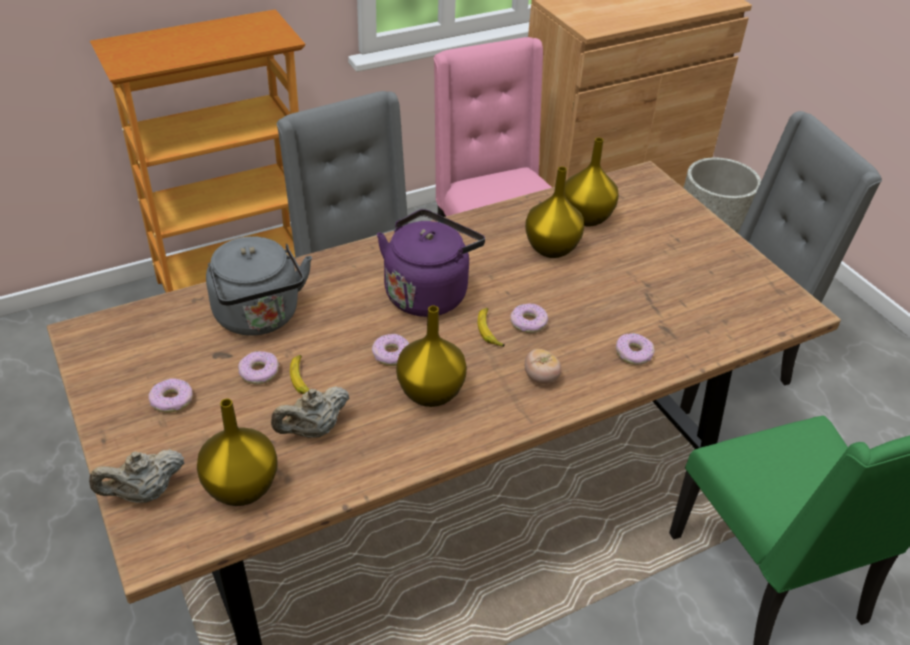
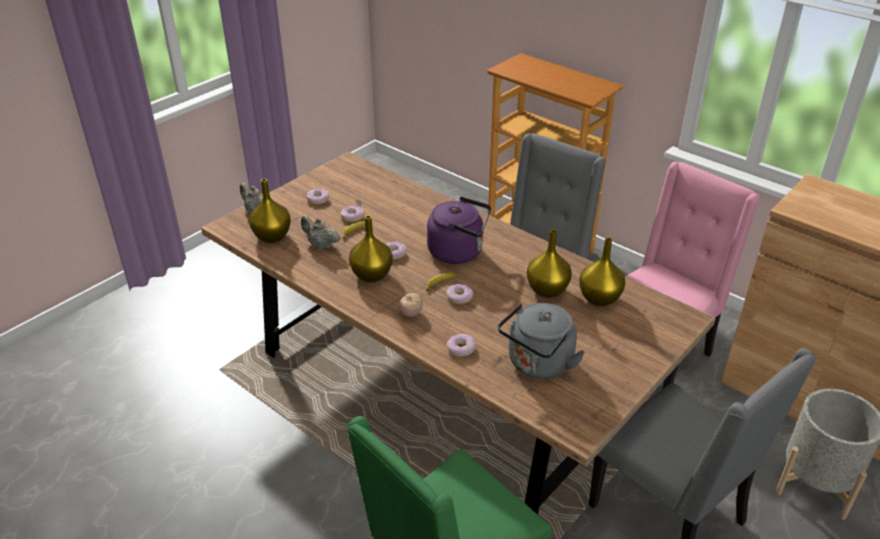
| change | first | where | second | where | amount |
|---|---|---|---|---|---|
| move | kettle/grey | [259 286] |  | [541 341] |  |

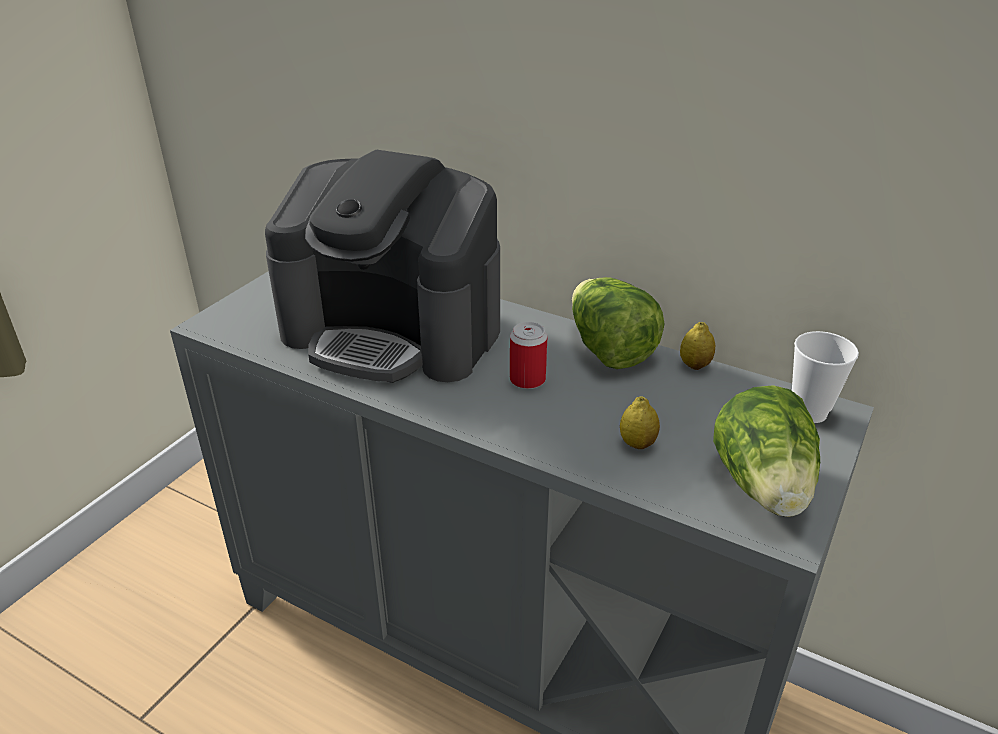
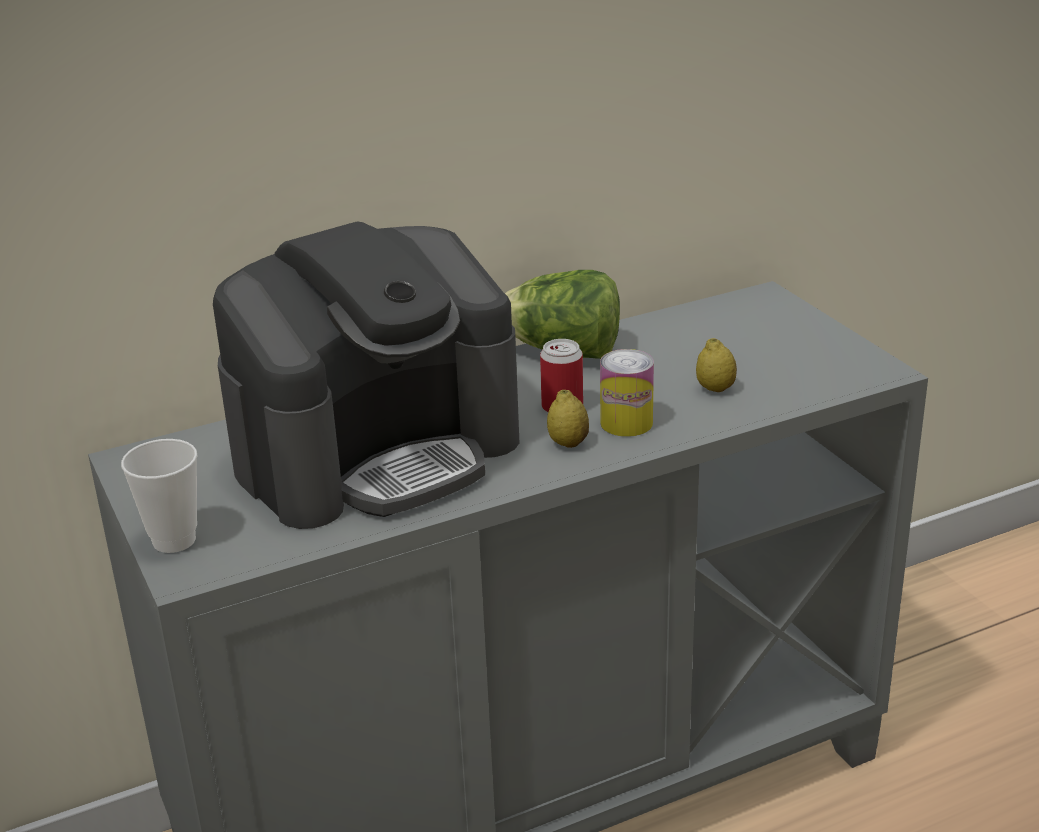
| change | first | where | second | where | amount |
|---|---|---|---|---|---|
| move | lemon | [697 346] |  | [568 419] |  |
| delete | lettuce | [766 451] |  |  |  |
| move | cup | [825 377] |  | [159 496] |  |
| insert |  |  | can | [627 393] |  |

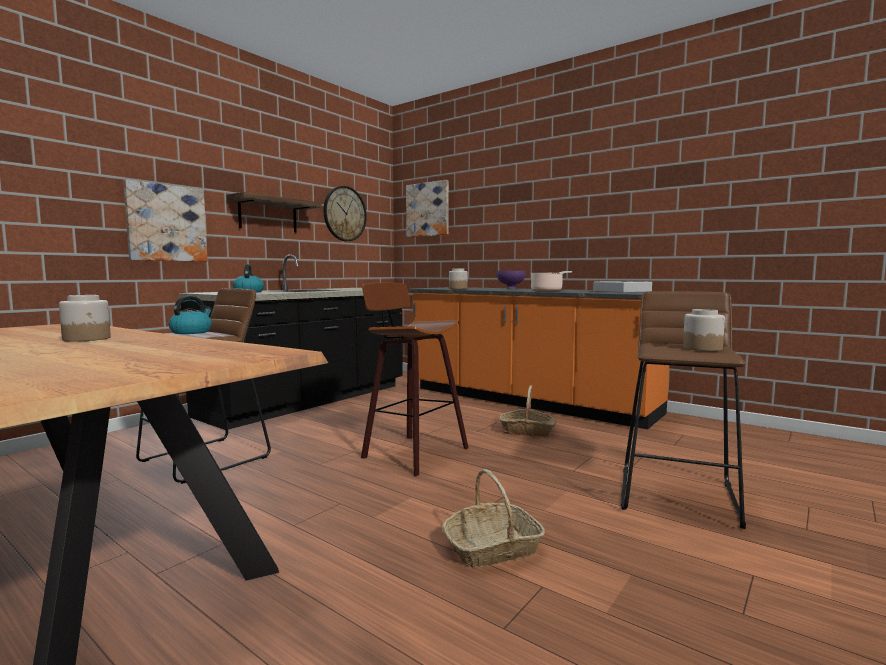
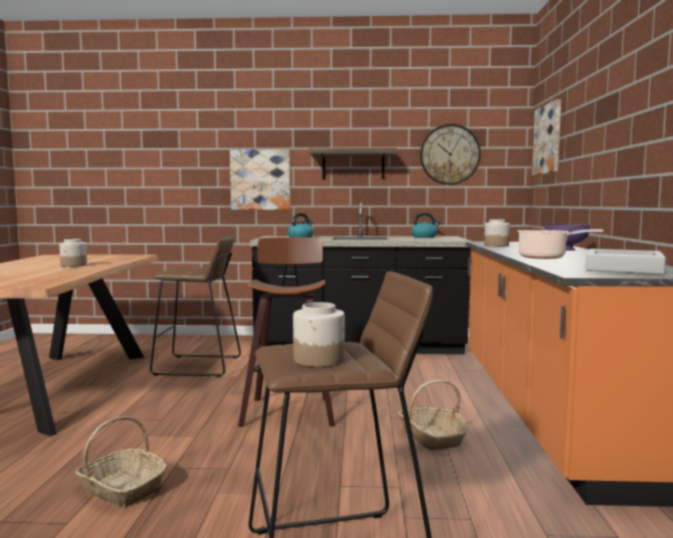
| change | first | where | second | where | amount |
|---|---|---|---|---|---|
| move | kettle | [190 315] |  | [425 225] |  |

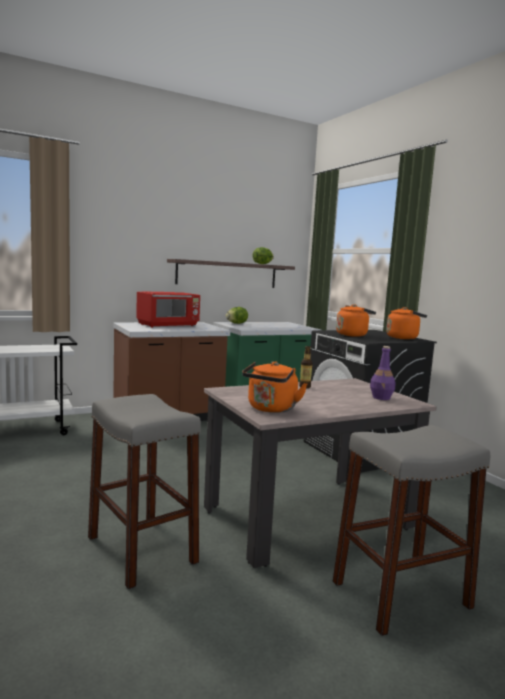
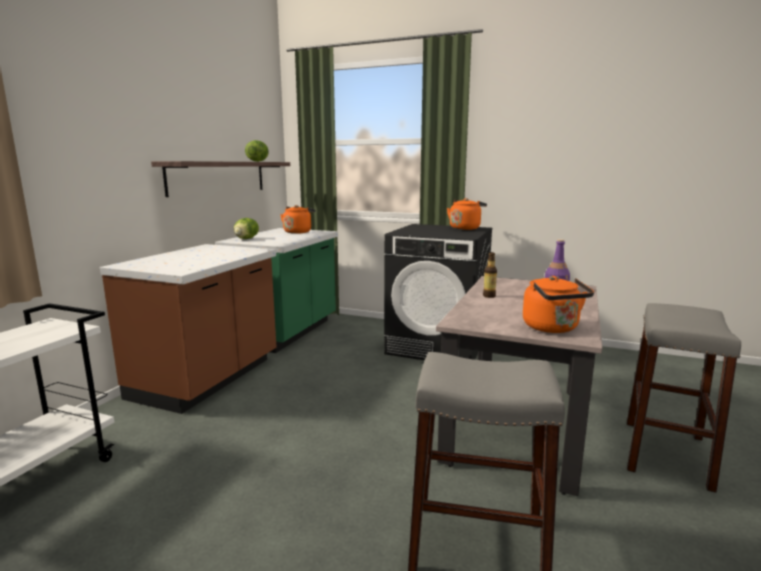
| change | first | where | second | where | amount |
|---|---|---|---|---|---|
| delete | microwave/red | [168 309] |  |  |  |
| move | kettle/orange | [356 320] |  | [298 219] |  |

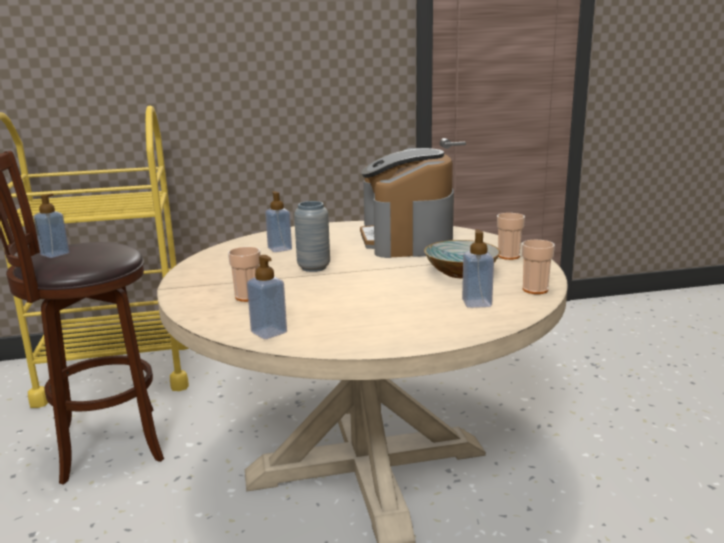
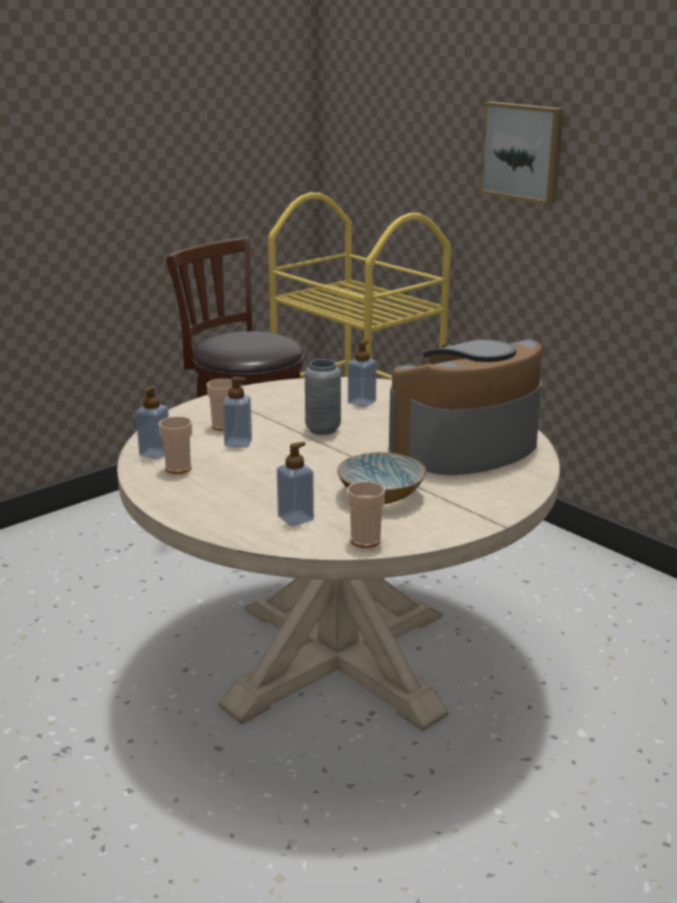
| change | first | where | second | where | amount |
|---|---|---|---|---|---|
| move | soap dispenser | [51 226] |  | [237 412] |  |
| move | cup | [511 236] |  | [175 445] |  |
| insert |  |  | picture | [521 153] |  |

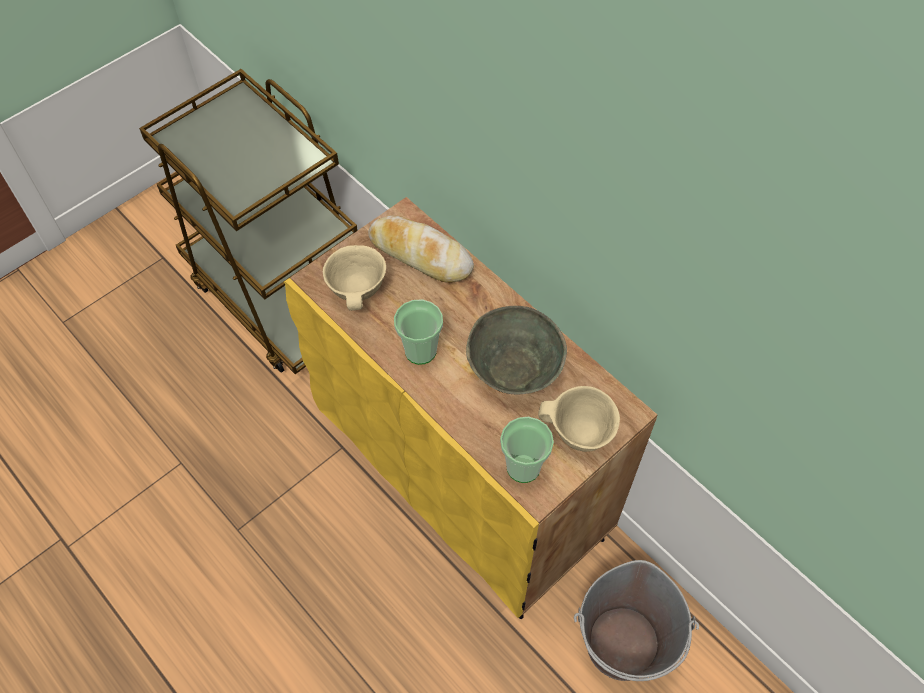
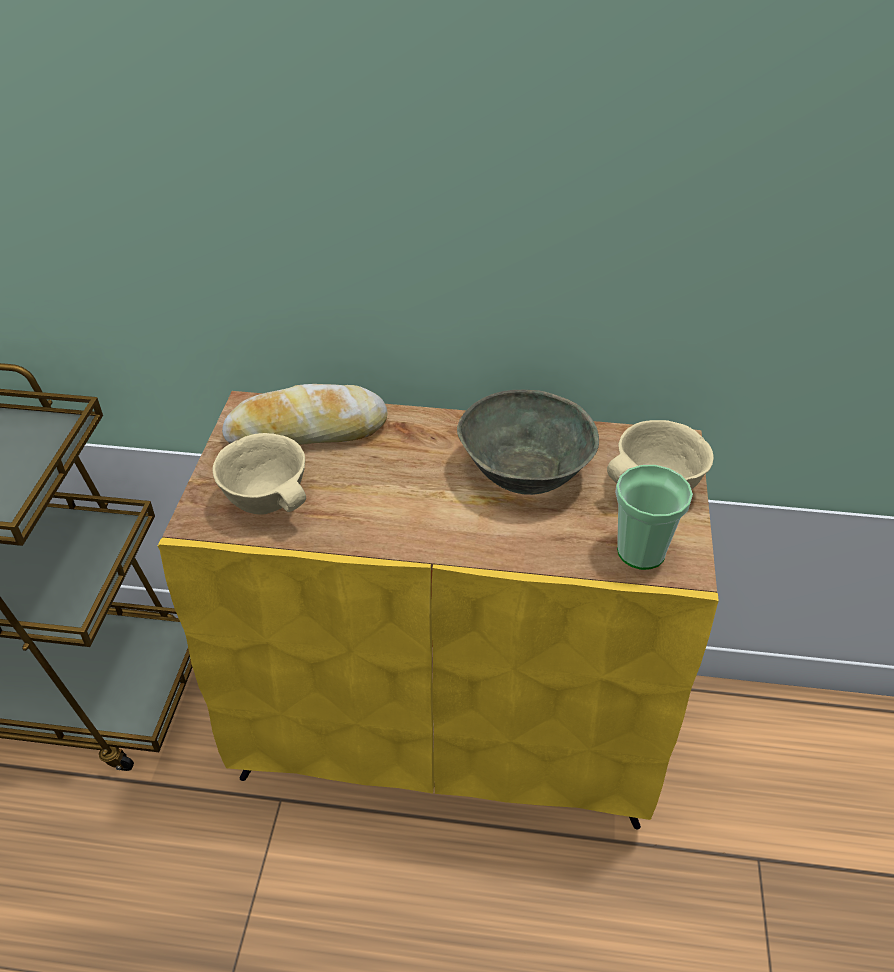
| change | first | where | second | where | amount |
|---|---|---|---|---|---|
| delete | cup | [418 332] |  |  |  |
| delete | bucket/grey | [636 620] |  |  |  |

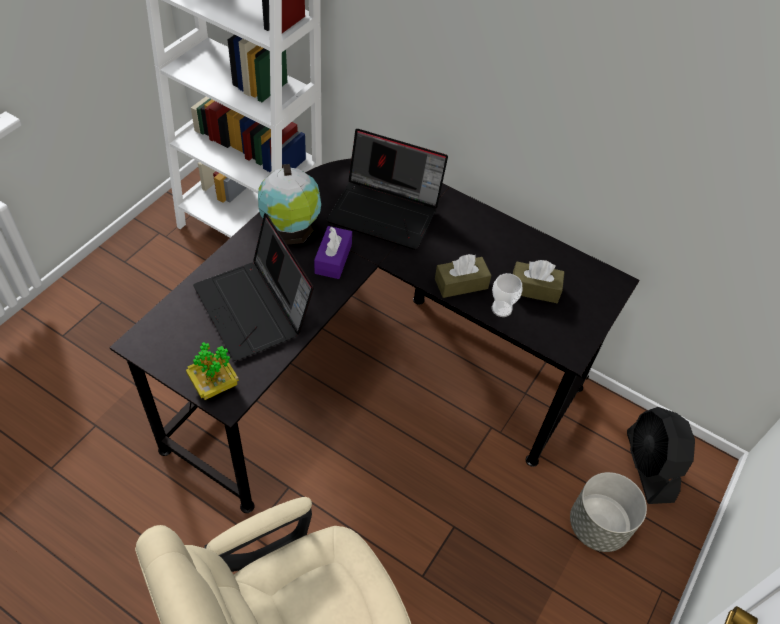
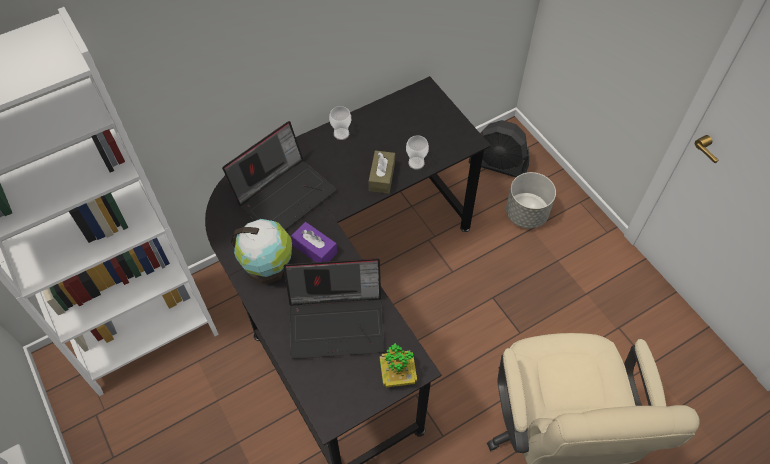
| change | first | where | second | where | amount |
|---|---|---|---|---|---|
| delete | tissue box/brown | [539 281] |  |  |  |
| insert |  |  | cup | [340 123] |  |

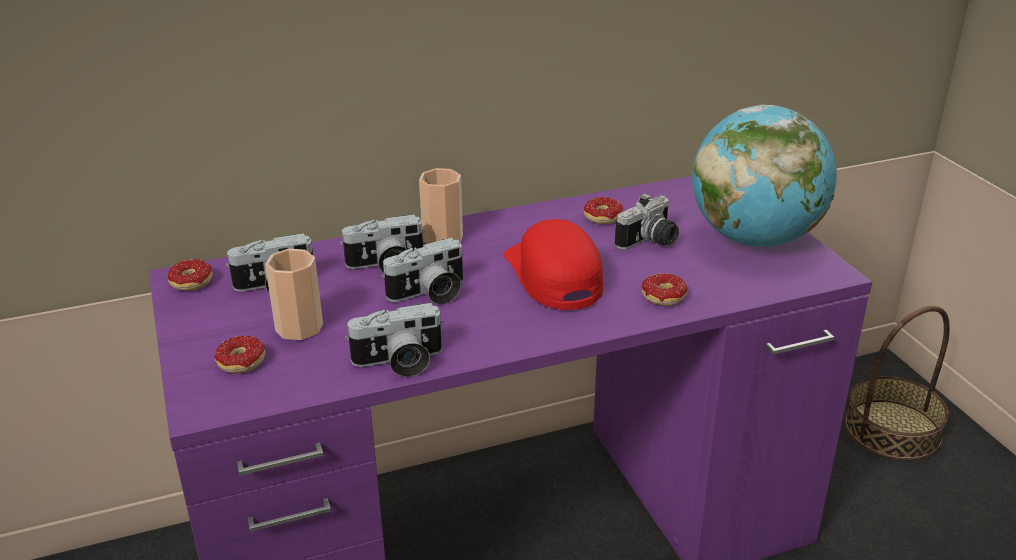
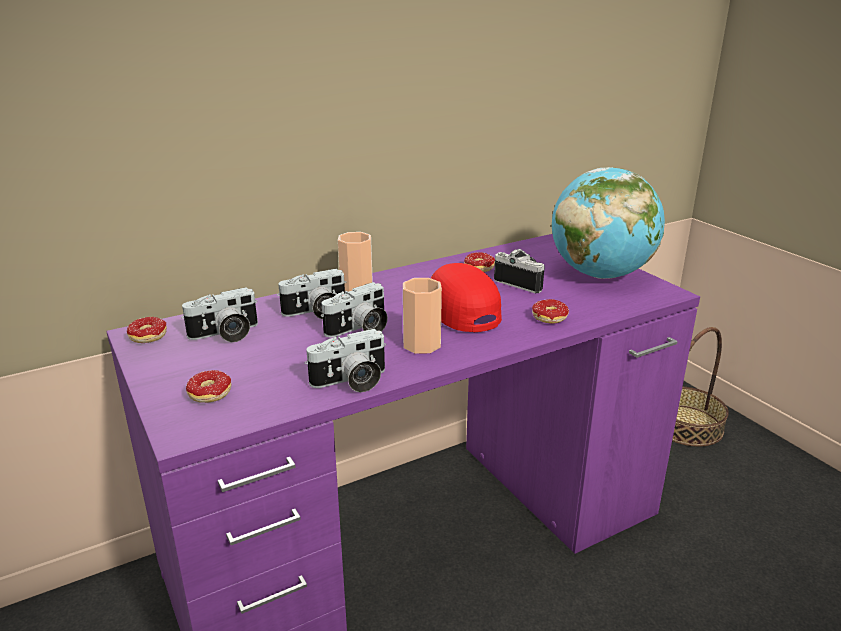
| change | first | where | second | where | amount |
|---|---|---|---|---|---|
| move | cup | [294 294] |  | [422 316] |  |
| rotate | photo camera | [647 221] |  | [519 271] | 90 degrees counterclockwise |

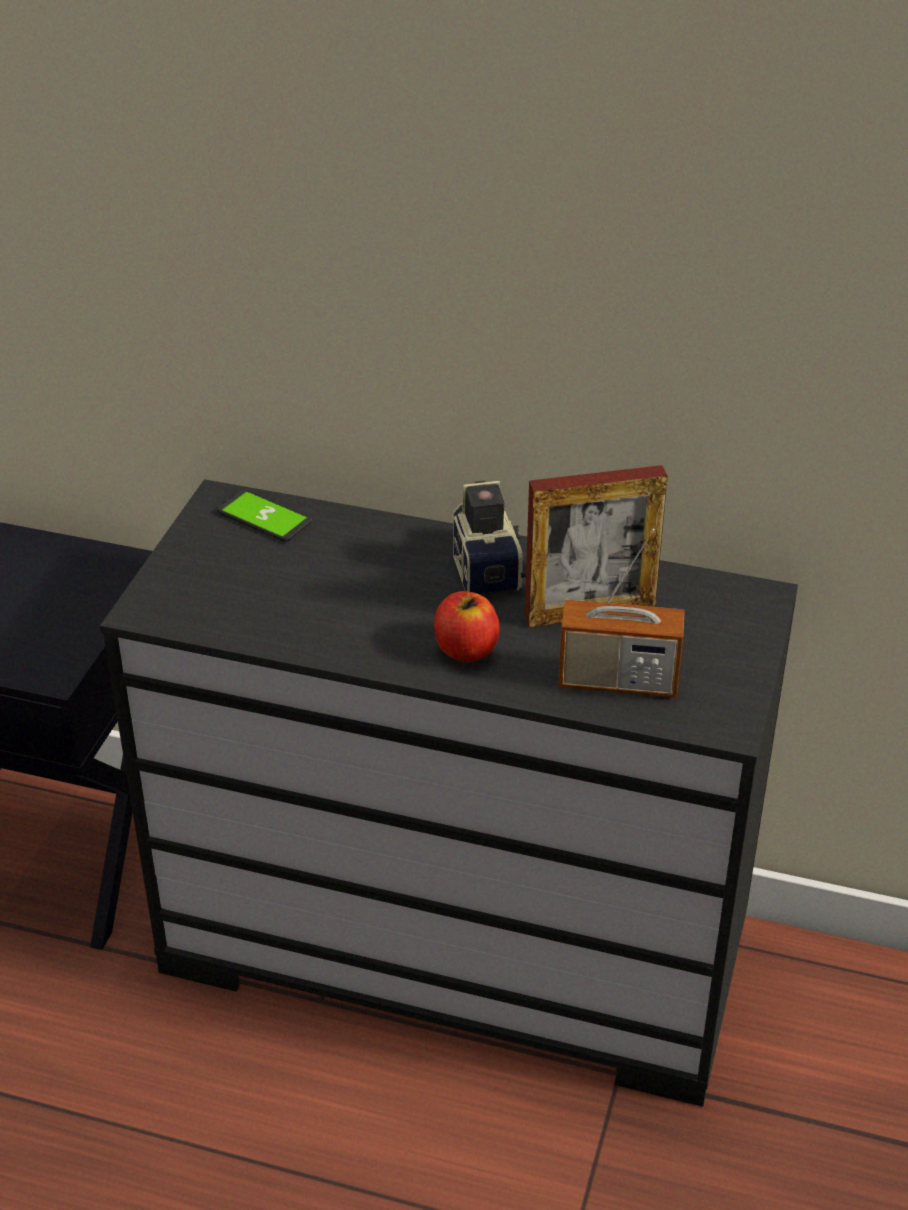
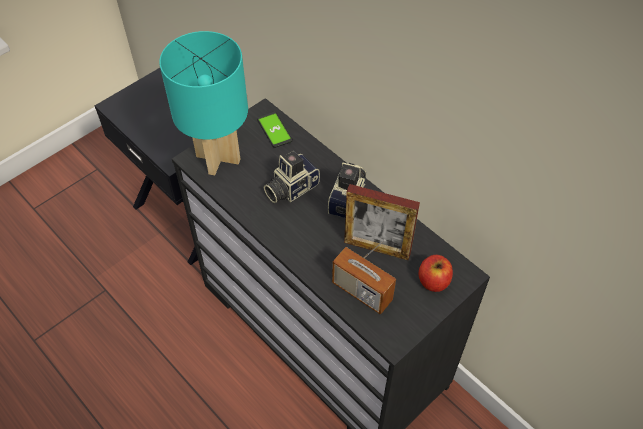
| change | first | where | second | where | amount |
|---|---|---|---|---|---|
| move | apple | [467 626] |  | [436 273] |  |
| insert |  |  | table lamp/turquoise | [203 103] |  |
| insert |  |  | photo camera | [292 176] |  |

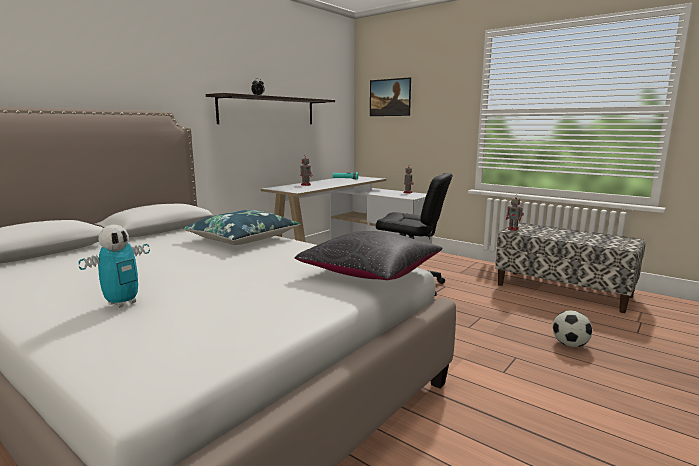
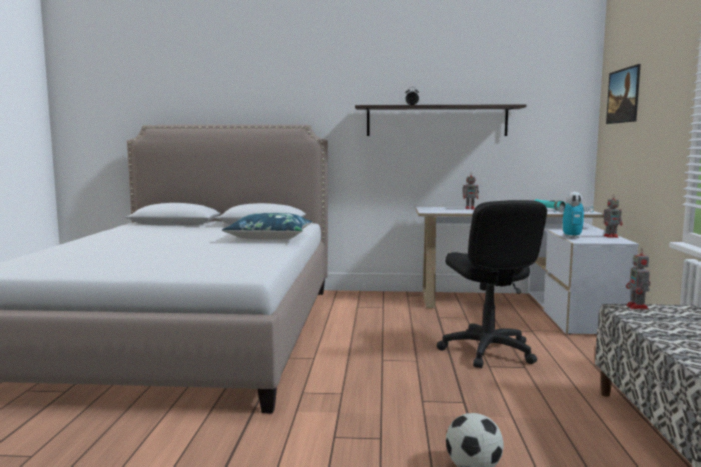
| change | first | where | second | where | amount |
|---|---|---|---|---|---|
| move | toy robot | [114 266] |  | [574 215] |  |
| delete | pillow/black | [369 255] |  |  |  |

